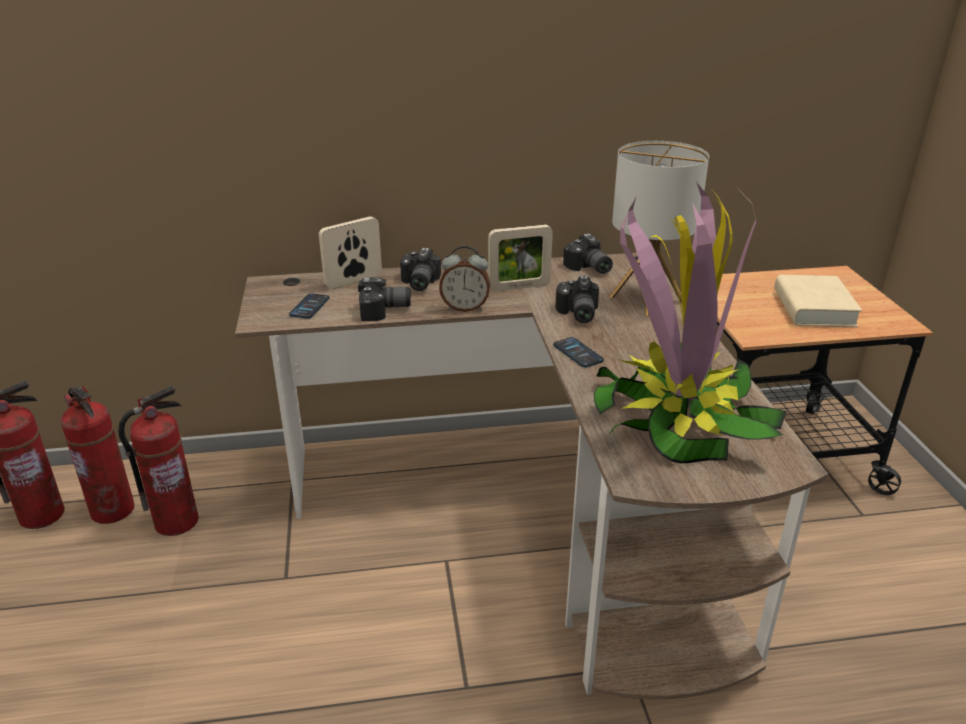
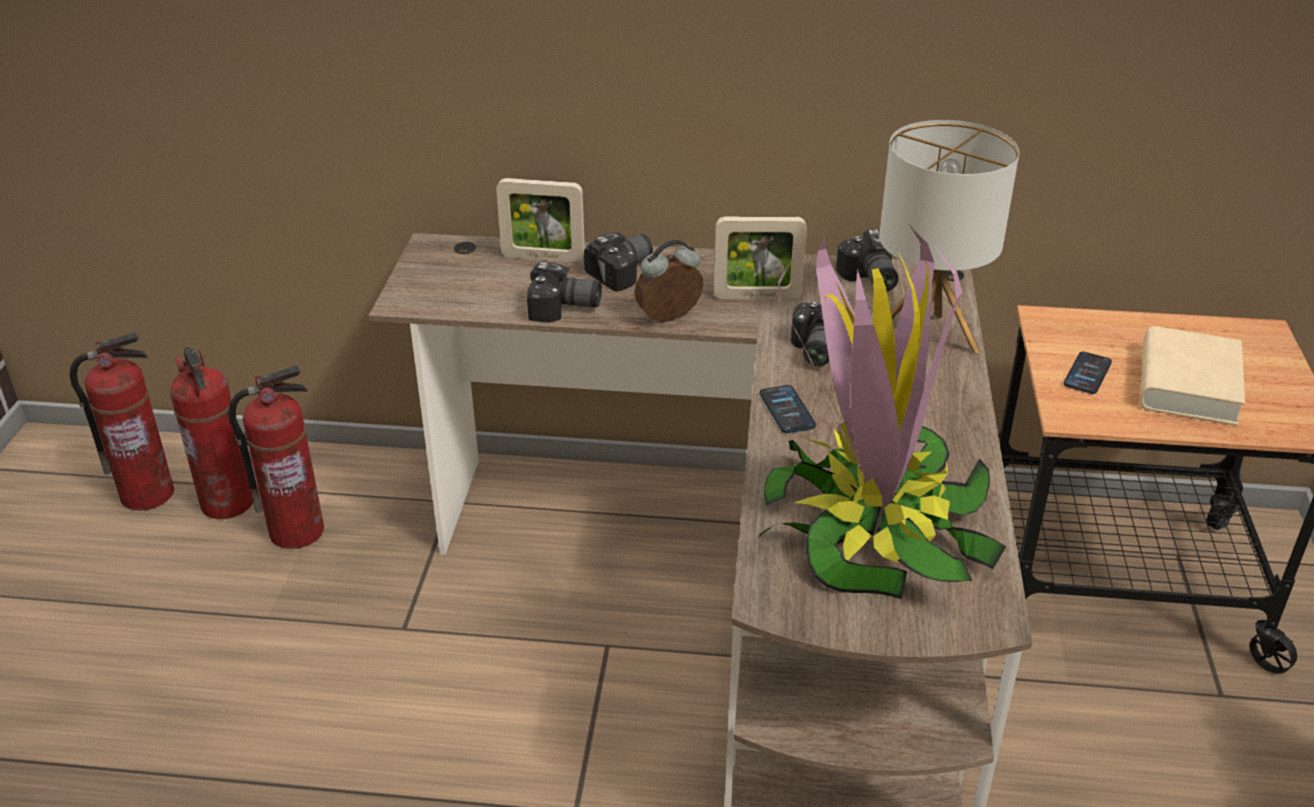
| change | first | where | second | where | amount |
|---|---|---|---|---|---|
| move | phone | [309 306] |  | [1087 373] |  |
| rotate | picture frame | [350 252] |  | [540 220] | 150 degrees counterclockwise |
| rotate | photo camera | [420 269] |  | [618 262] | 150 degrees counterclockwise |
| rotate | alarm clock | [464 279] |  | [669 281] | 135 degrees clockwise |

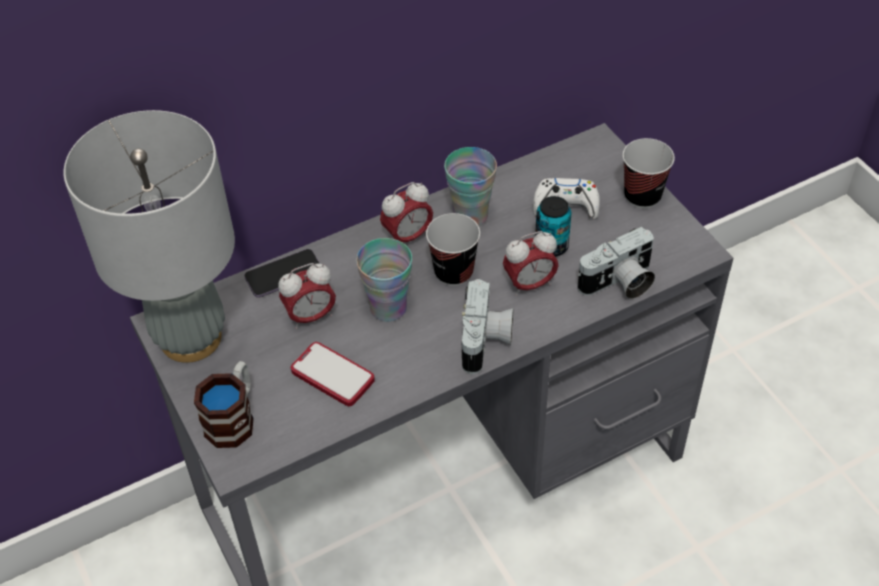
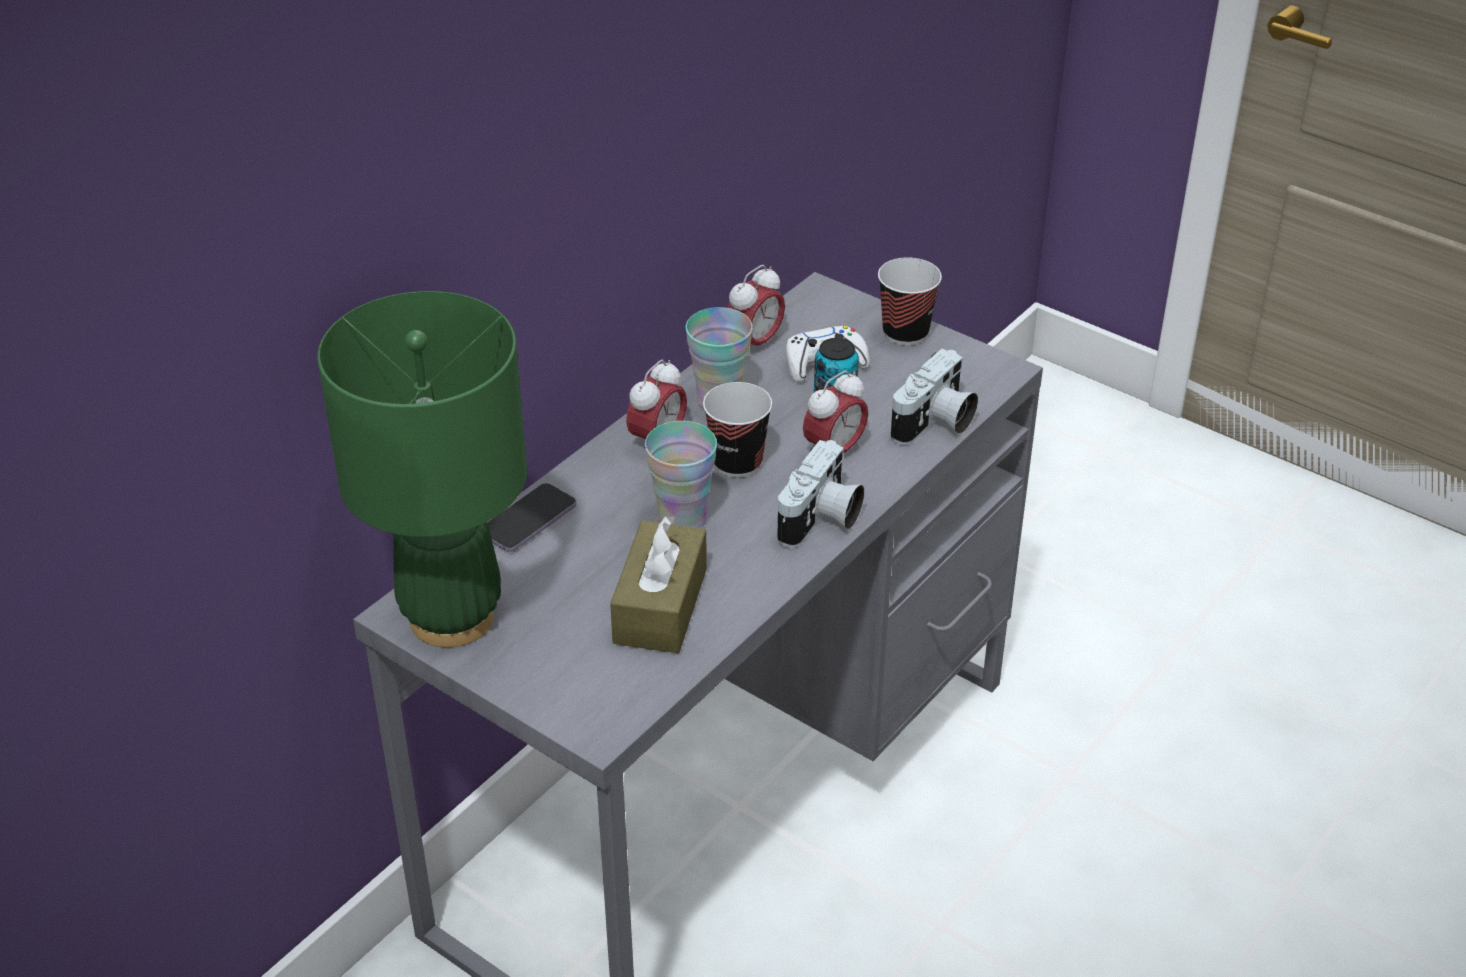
| change | first | where | second | where | amount |
|---|---|---|---|---|---|
| recolor | table lamp/grey | [149 236] | table lamp/green | [422 469] |  |
| delete | mug | [224 404] |  |  |  |
| move | alarm clock | [307 296] |  | [756 311] |  |
| replace | phone | [333 374] | tissue box/brown | [658 584] |  |
| rotate | photo camera | [487 326] |  | [821 494] | 45 degrees clockwise |

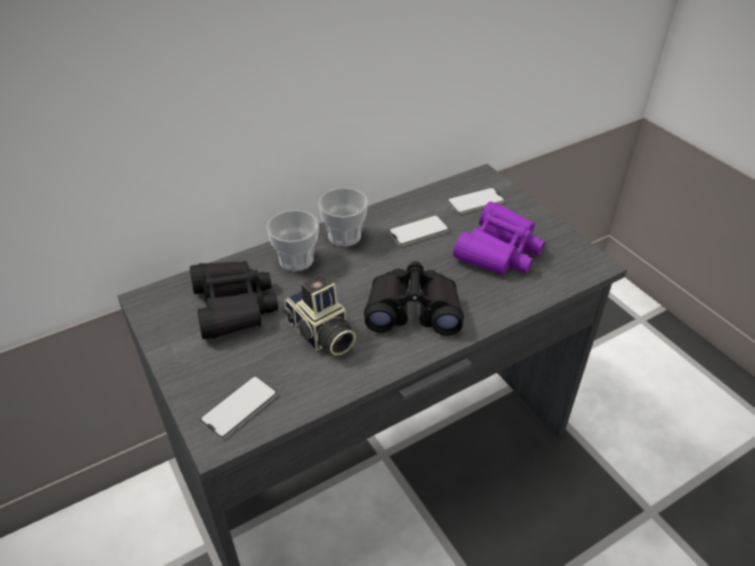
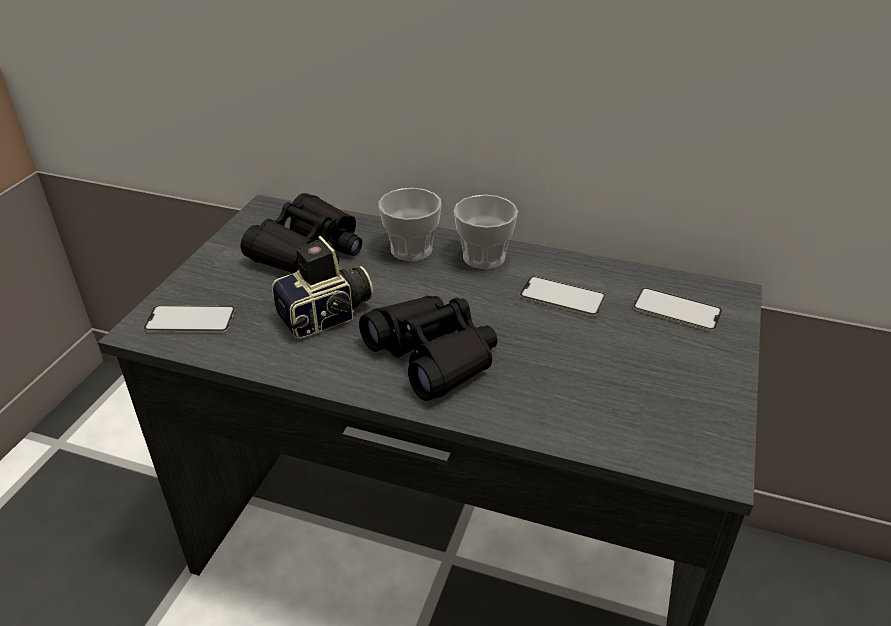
| change | first | where | second | where | amount |
|---|---|---|---|---|---|
| rotate | photo camera | [319 315] |  | [322 287] | 135 degrees counterclockwise |
| delete | binoculars/purple | [499 238] |  |  |  |

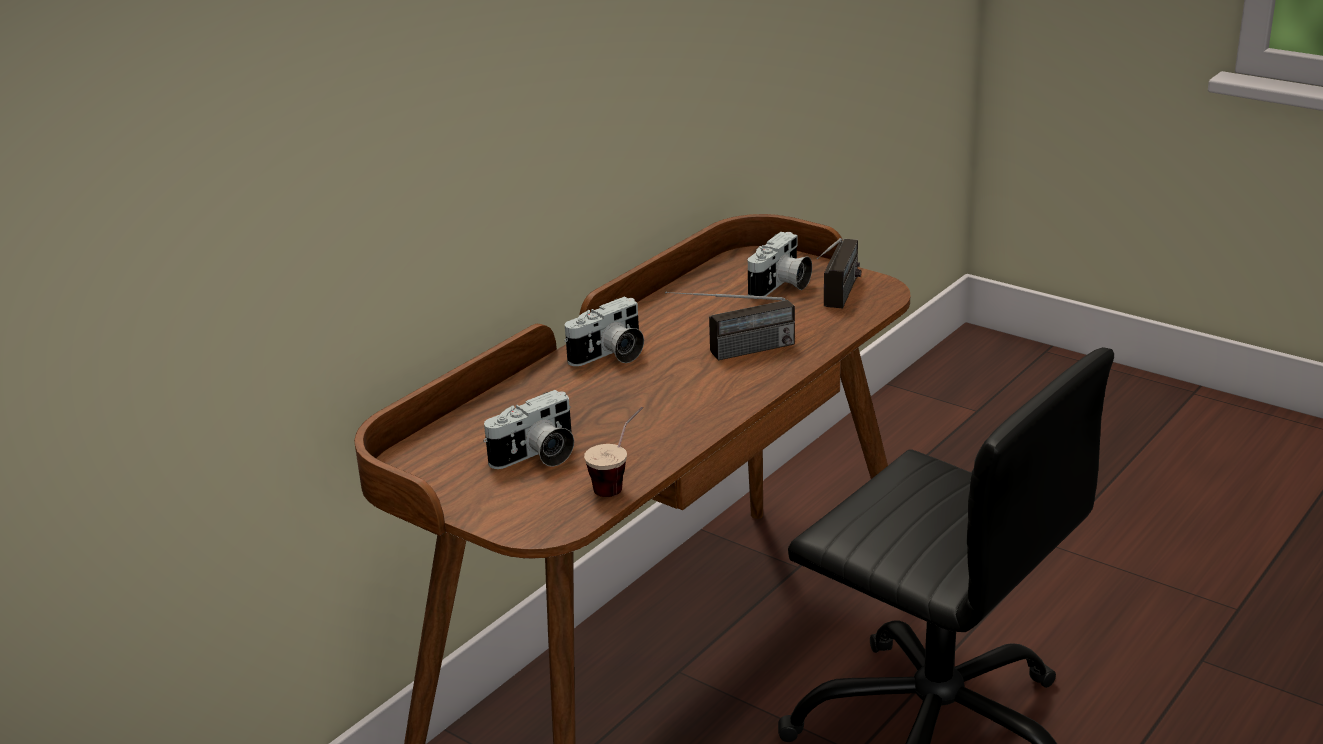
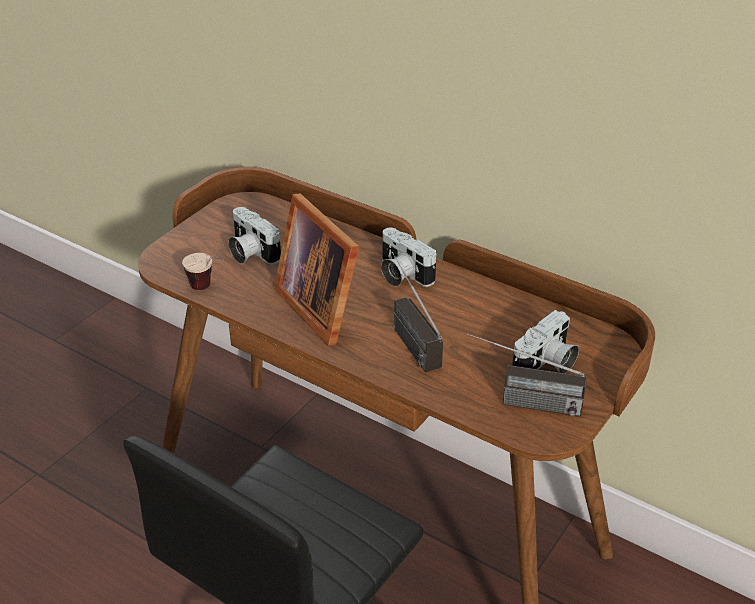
| change | first | where | second | where | amount |
|---|---|---|---|---|---|
| rotate | photo camera | [780 264] |  | [545 341] | 75 degrees counterclockwise |
| insert |  |  | picture frame | [316 270] |  |

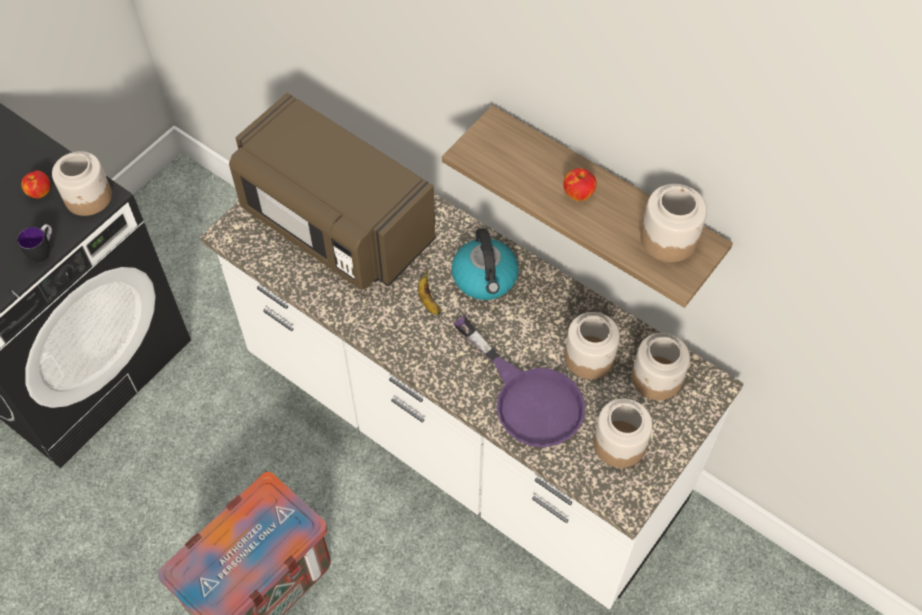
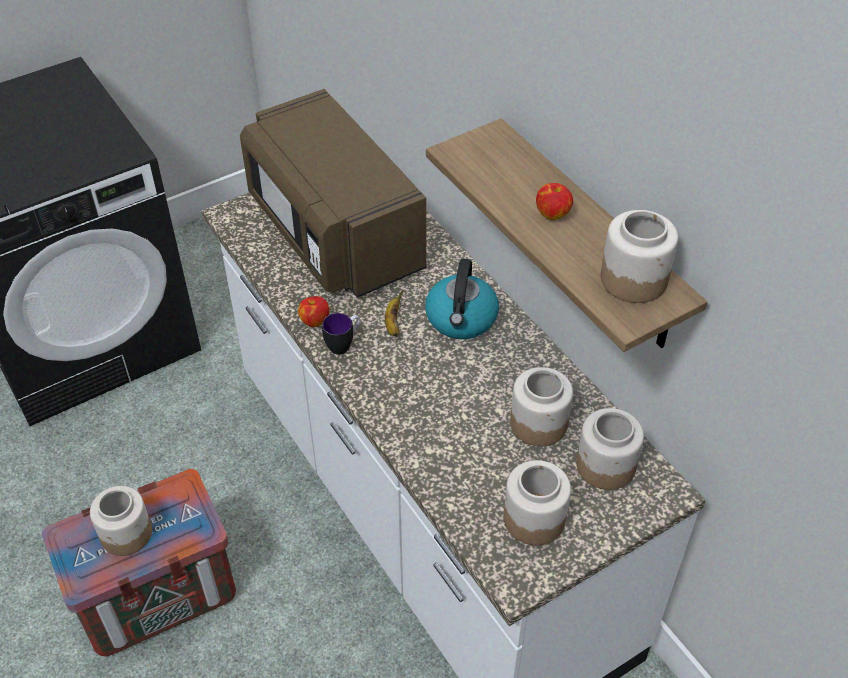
| change | first | where | second | where | amount |
|---|---|---|---|---|---|
| move | mug | [34 243] |  | [341 334] |  |
| move | apple | [36 184] |  | [313 311] |  |
| move | jar | [82 183] |  | [121 521] |  |
| delete | frying pan/purple | [519 381] |  |  |  |

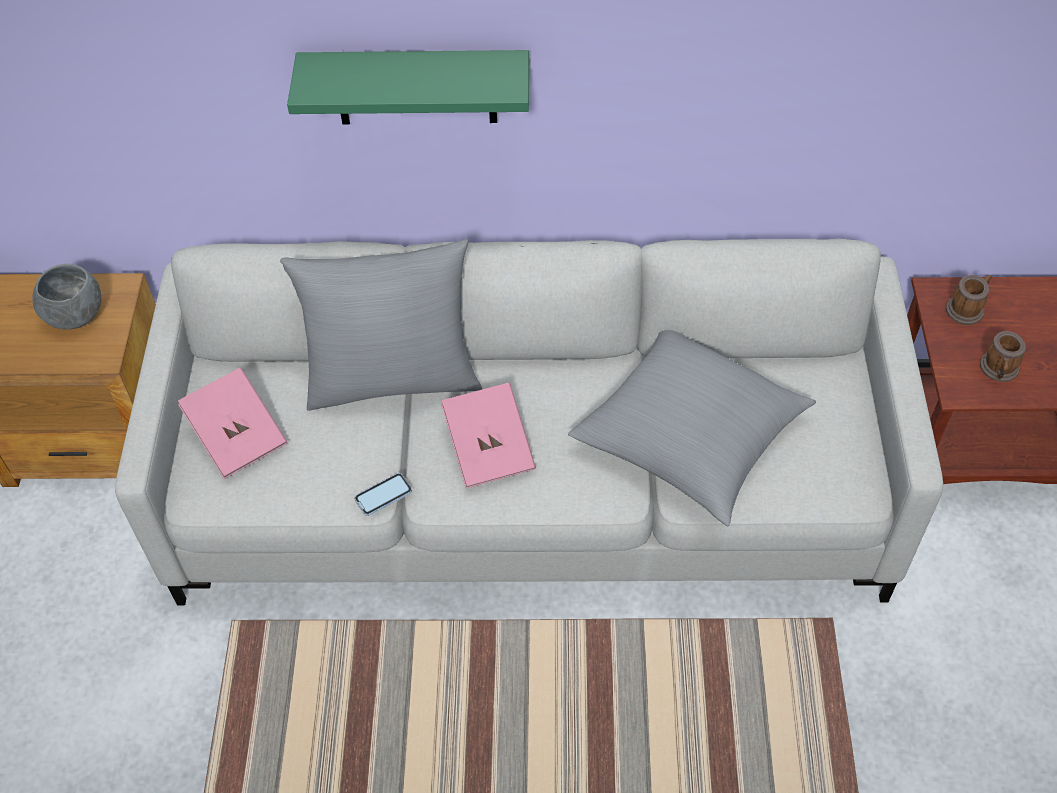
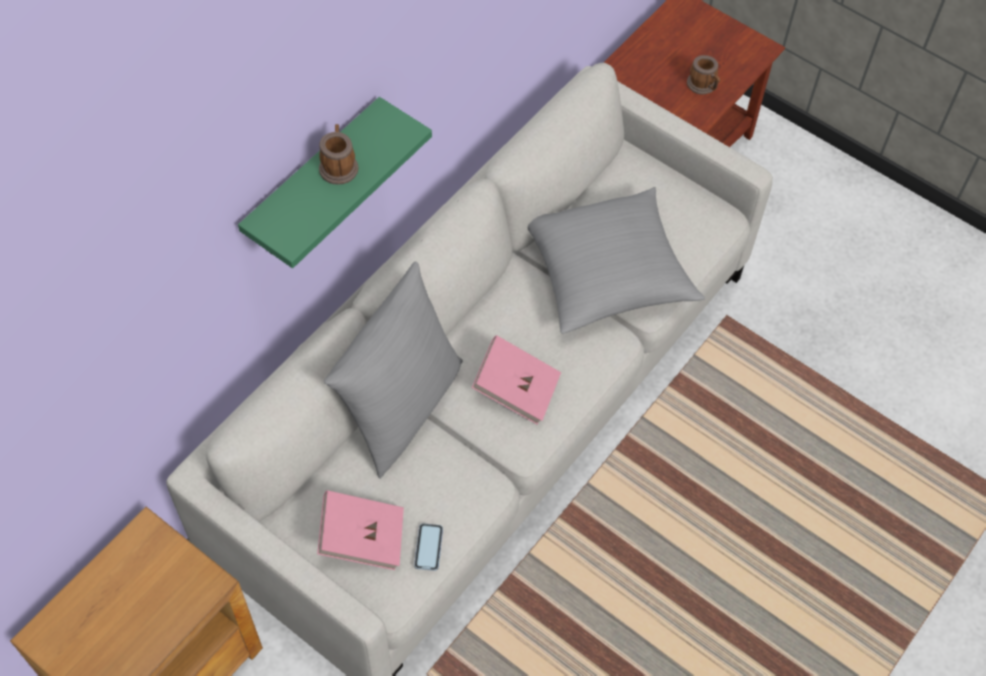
| change | first | where | second | where | amount |
|---|---|---|---|---|---|
| delete | bowl/grey | [66 296] |  |  |  |
| move | phone | [383 494] |  | [428 547] |  |
| move | mug | [969 300] |  | [338 154] |  |

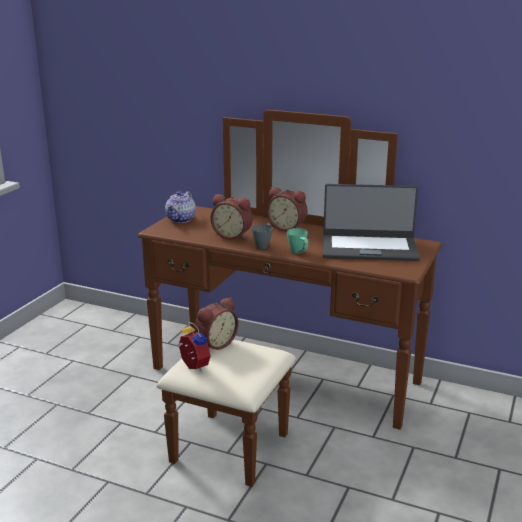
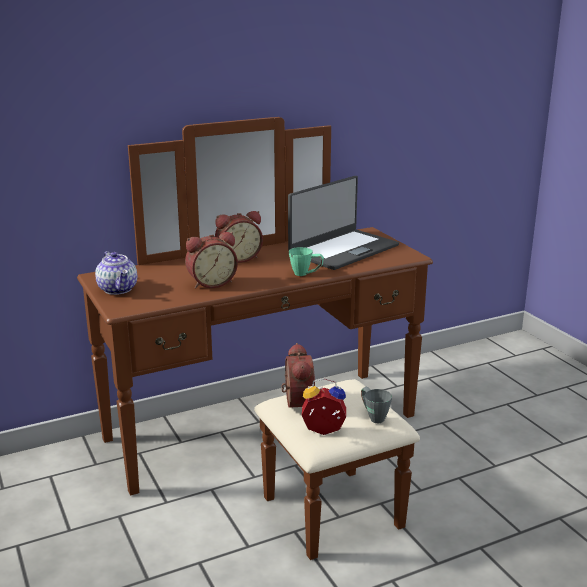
| change | first | where | second | where | amount |
|---|---|---|---|---|---|
| move | mug/grey | [262 236] |  | [376 405] |  |

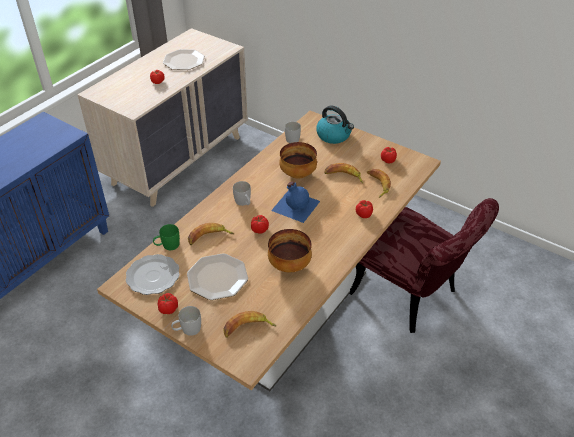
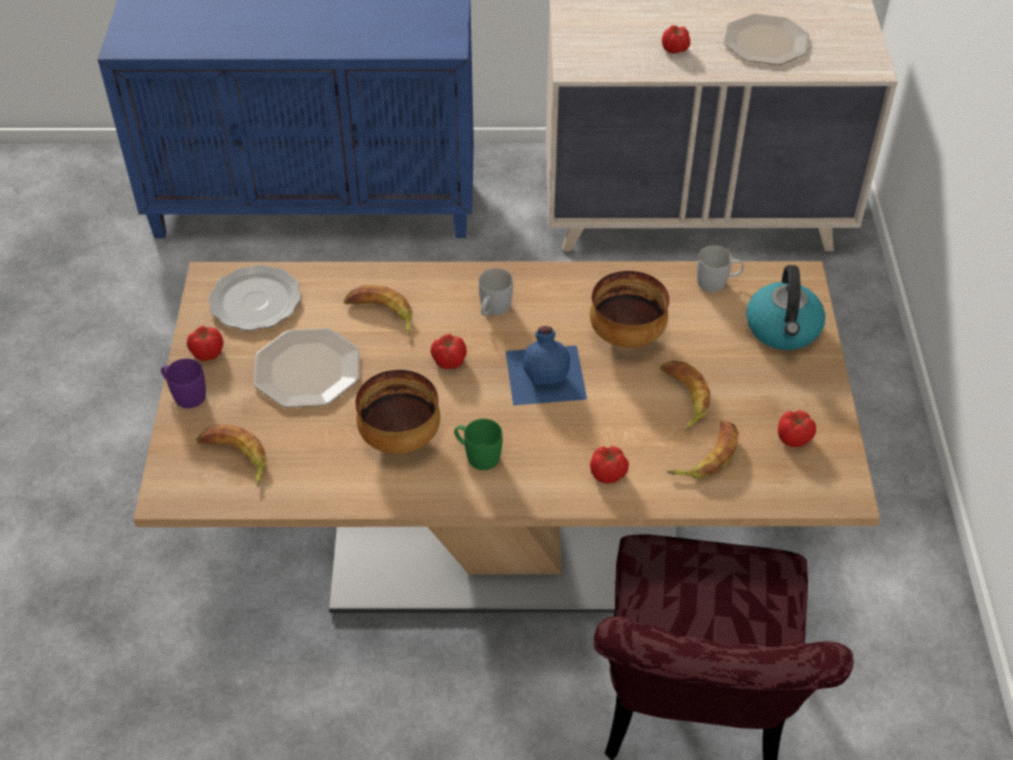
| change | first | where | second | where | amount |
|---|---|---|---|---|---|
| move | mug/green | [166 237] |  | [478 444] |  |
| recolor | mug/white | [186 321] | mug/purple | [183 383] |  |

